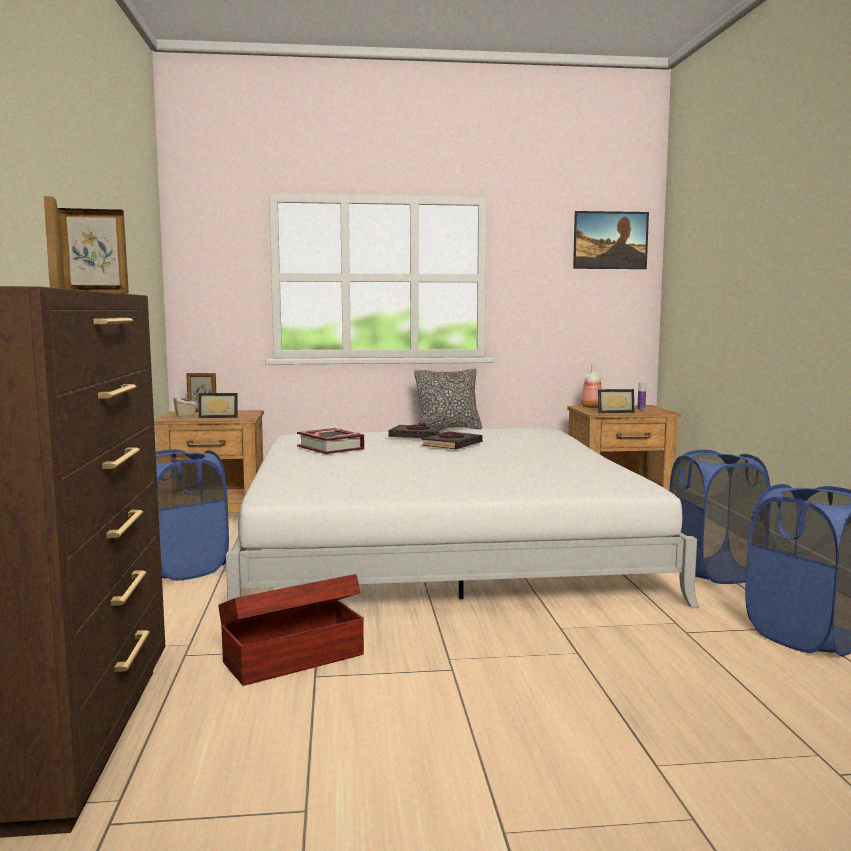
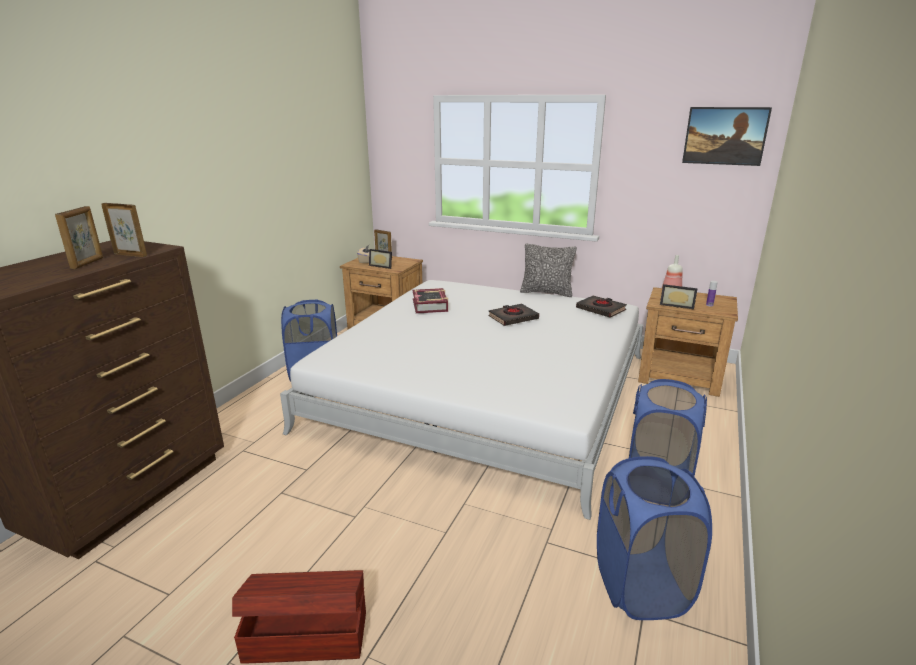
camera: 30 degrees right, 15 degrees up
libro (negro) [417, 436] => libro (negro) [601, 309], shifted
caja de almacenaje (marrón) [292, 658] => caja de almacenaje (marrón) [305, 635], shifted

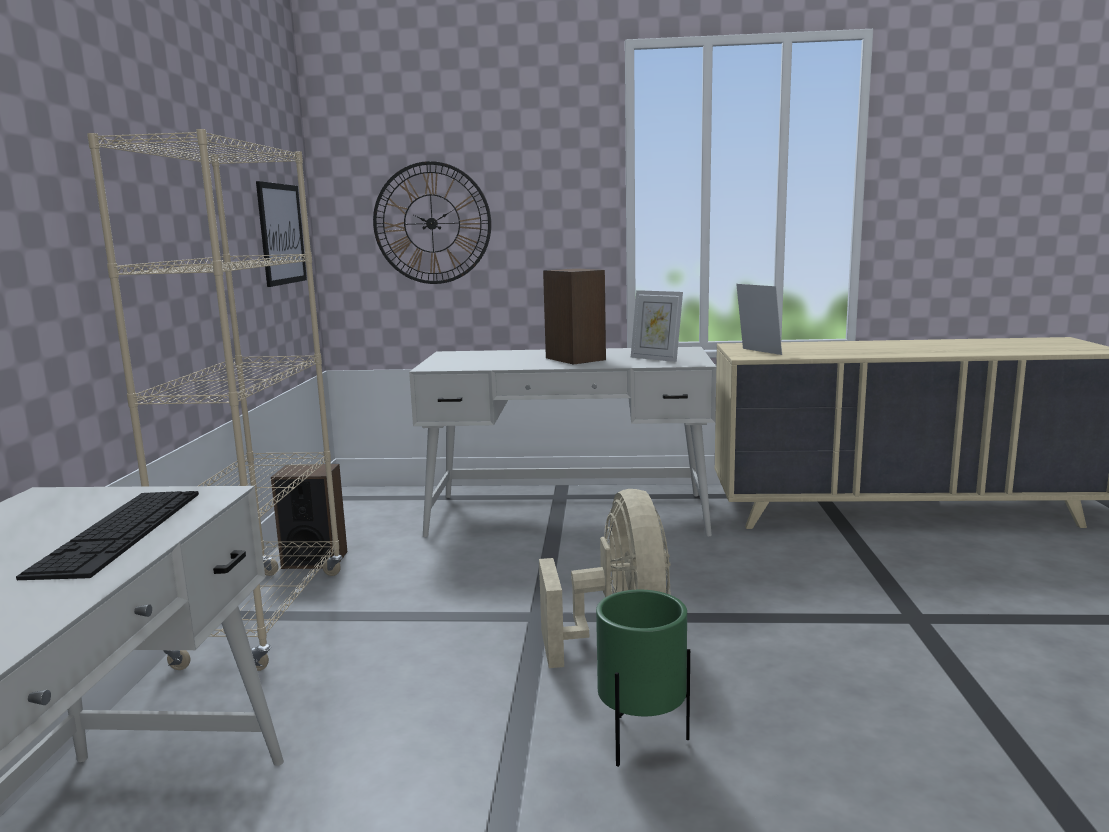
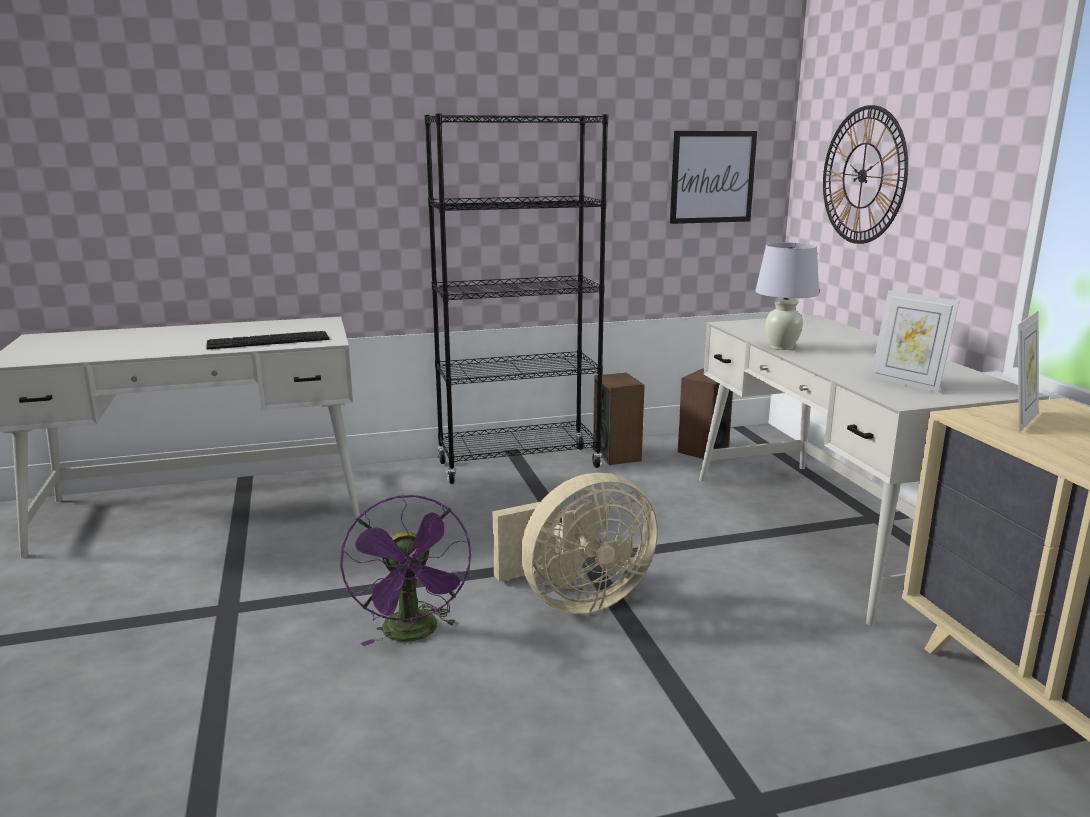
camera: 70 degrees right, 5 degrees up
estantería (beis) [264, 616] => estantería (negro) [519, 465]
altavoz [575, 359] => altavoz [703, 449], shifted
portarretratos [656, 358] => portarretratos [906, 383], 60 degrees counterclockwise
maceta (verde) [641, 740] => ventilador (morado) [414, 634]
nothing => lámpara de mesa (blanco) [781, 347]

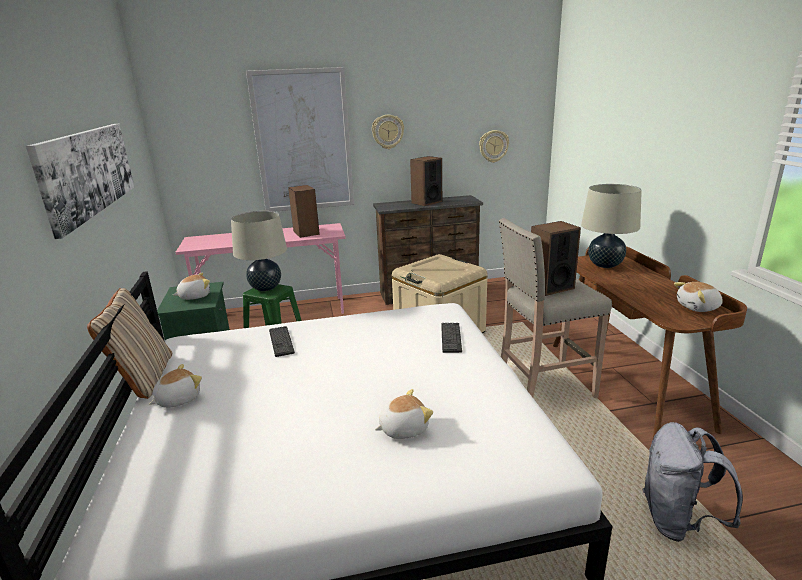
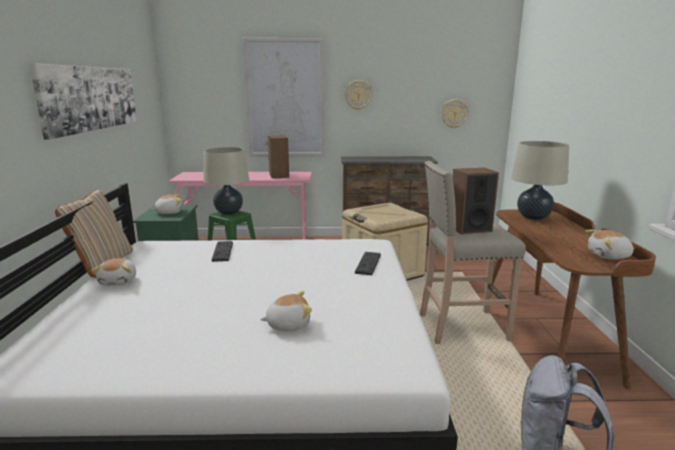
camera: 10 degrees right, 5 degrees down
altavoz [426, 202] => nothing
peluche [177, 399] => peluche [119, 281], 120 degrees clockwise

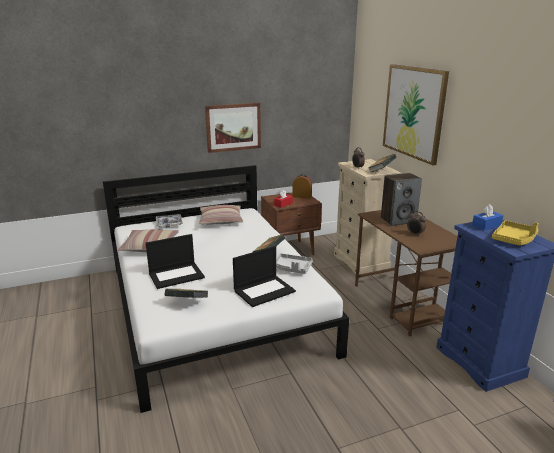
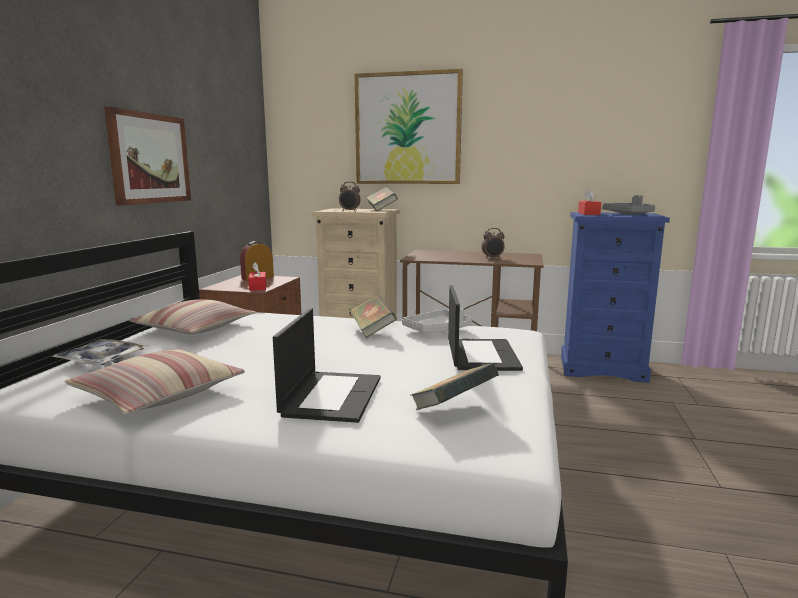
camera: 55 degrees left, 10 degrees down
altavoz [398, 220] => nothing
caja de pañuelos (azul) [486, 225] => caja de pañuelos (rojo) [588, 214]
bandeja (amarillo) [514, 239] => bandeja (gris) [629, 214]

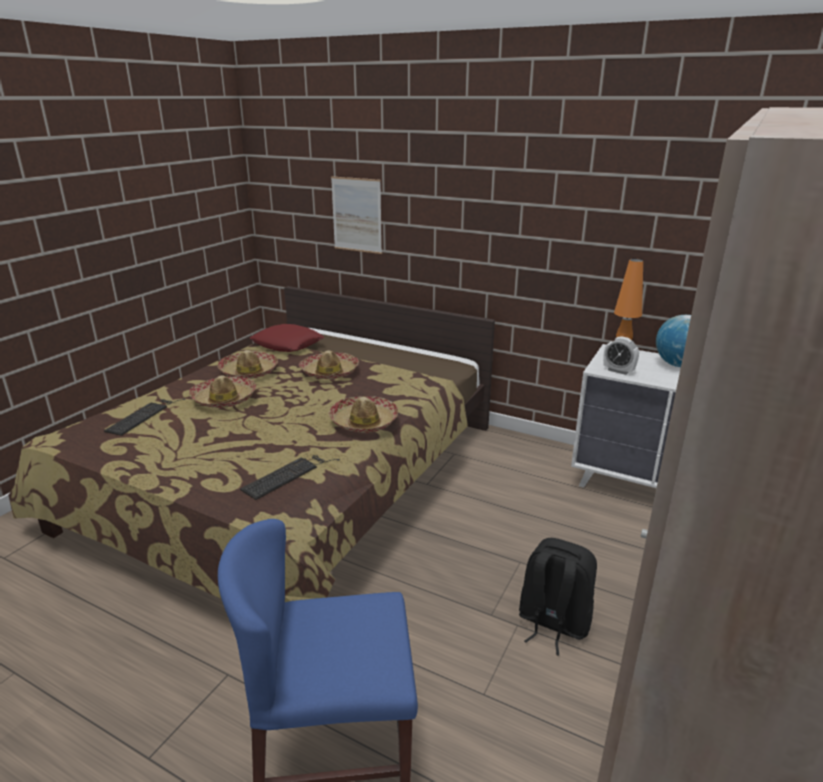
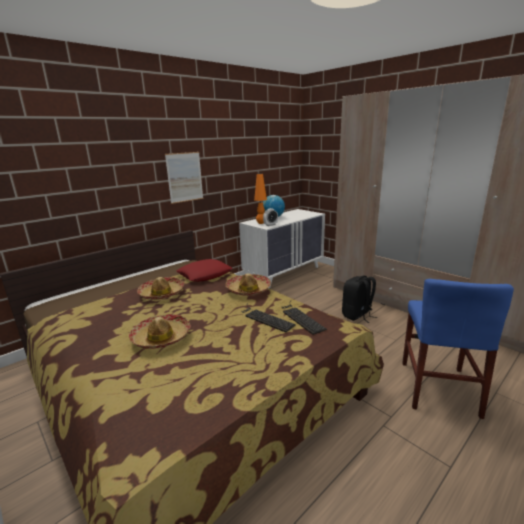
camera: 70 degrees left, 5 degrees down
cuadro [357, 215] => cuadro [185, 177], shifted
cojín (rojo) [287, 344] => cojín (rojo) [205, 275], shifted
sombrero [249, 372] => nothing
teclado [144, 415] => teclado [265, 318], shifted

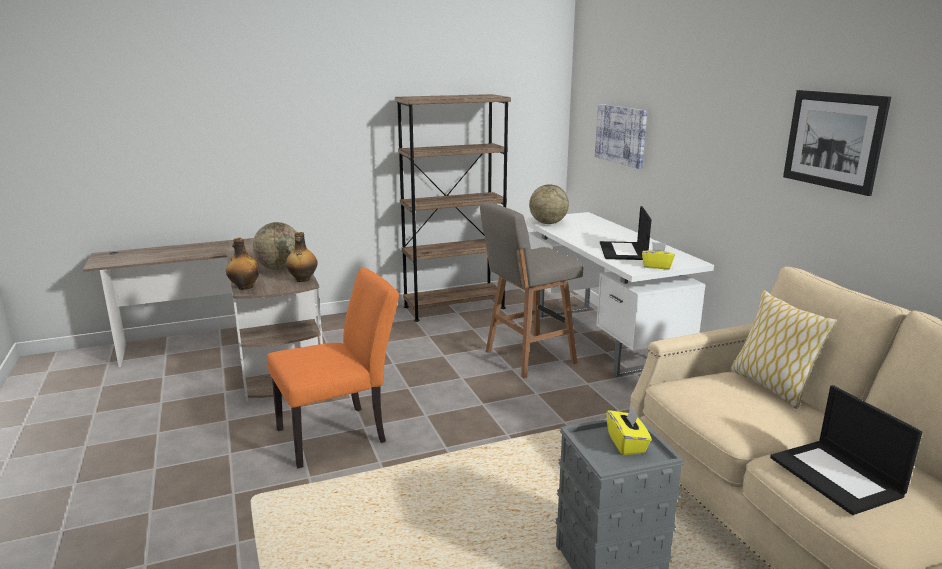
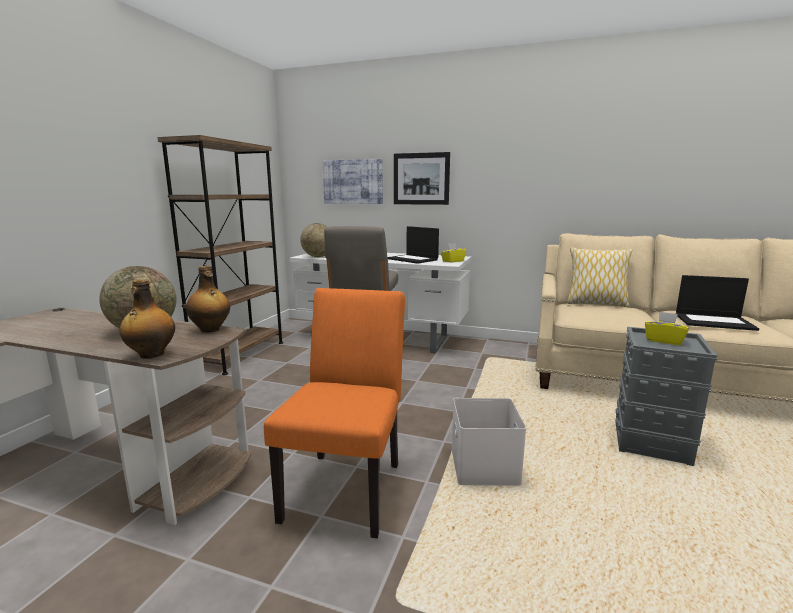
camera: 50 degrees left, 5 degrees down
cuadro [833, 140] => cuadro [421, 179], shifted
nothing => caja de almacenaje (blanco) [482, 466]

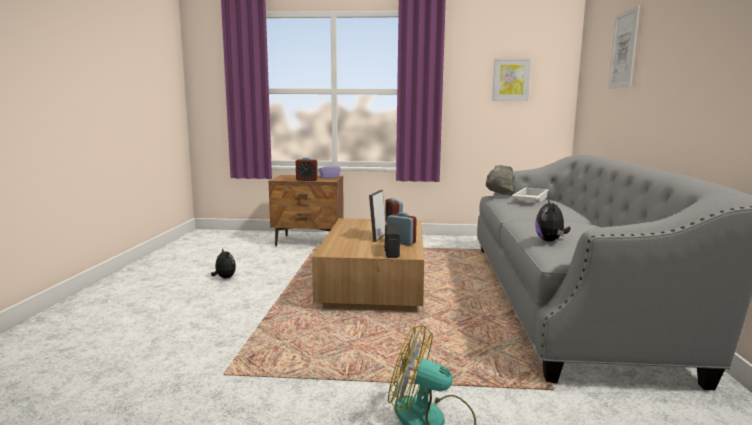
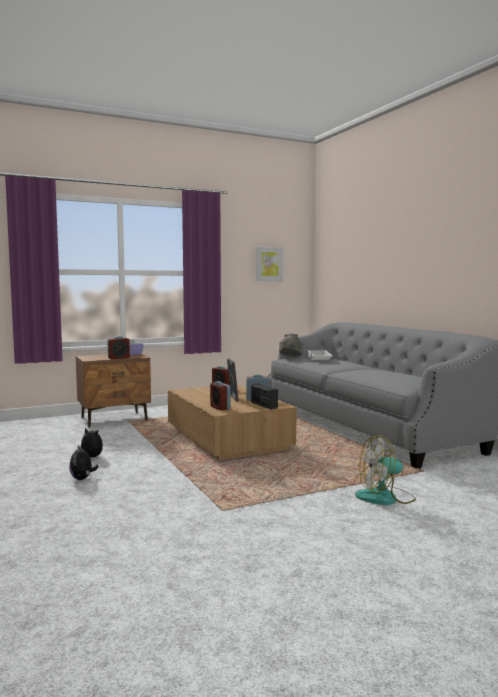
camera: 30 degrees left, 5 degrees down
cuadro [623, 49] => nothing
peluche [550, 241] => peluche [82, 478], shifted
nothing => despertador [220, 408]

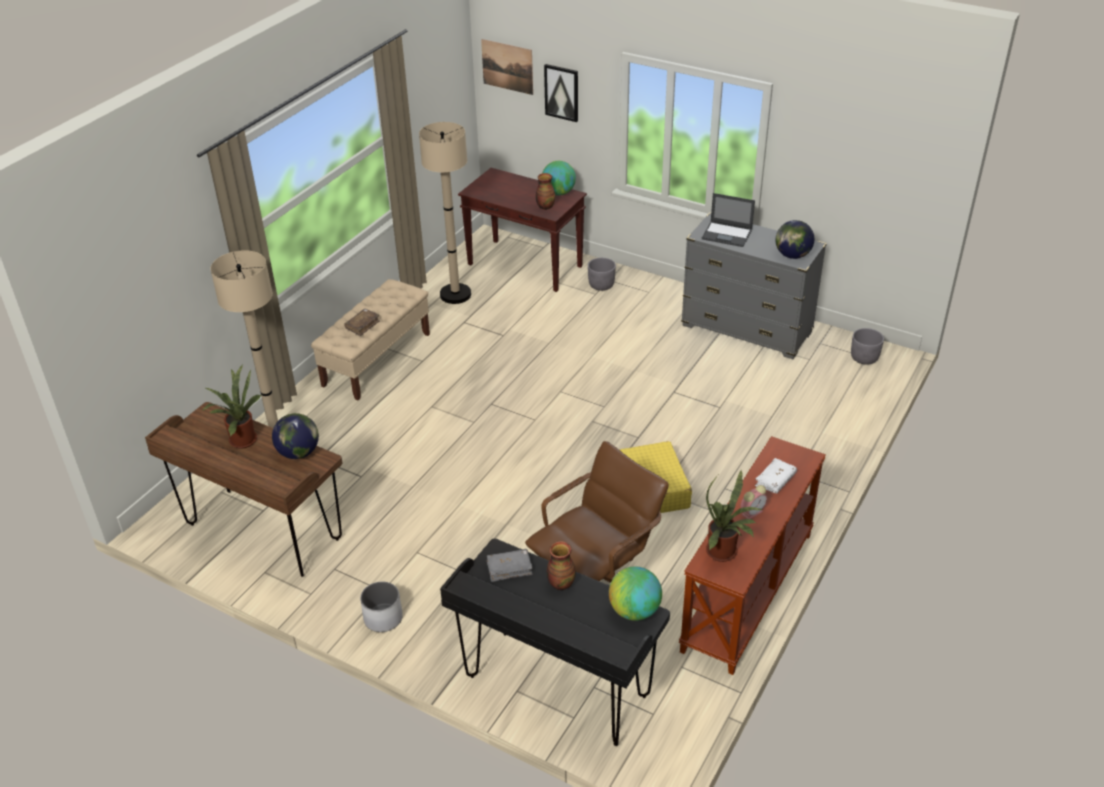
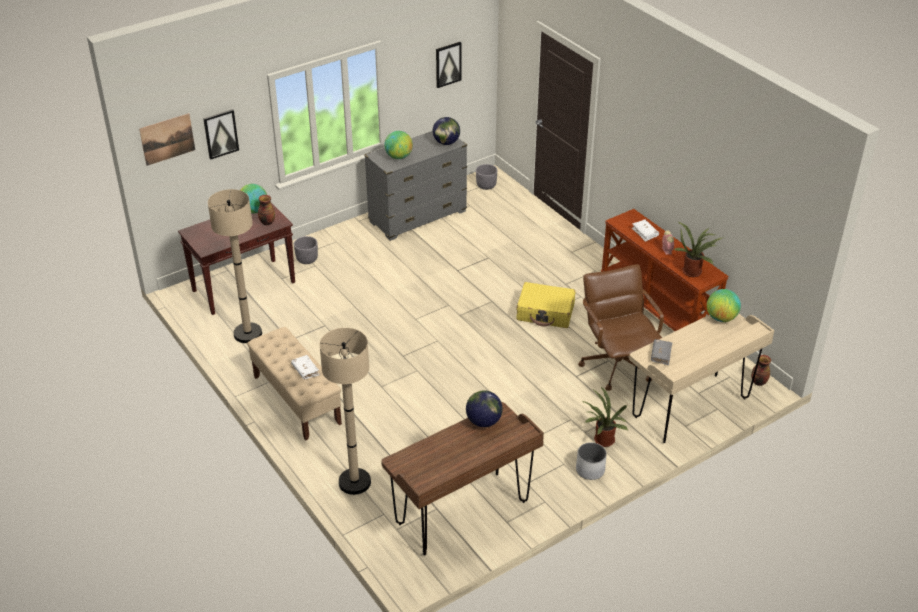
camera: 65 degrees left, 0 degrees up
portátil [727, 234] => globo terráqueo [399, 157]
libro (marrón) [362, 325] => libro (blanco) [305, 370]
planta en maceta [241, 439] => planta en maceta [602, 441], shifted
escritorio (negro) [556, 687] => escritorio (beis) [691, 408]
florero [560, 583] => florero [758, 382], shifted
nothing => cuadro [448, 64]

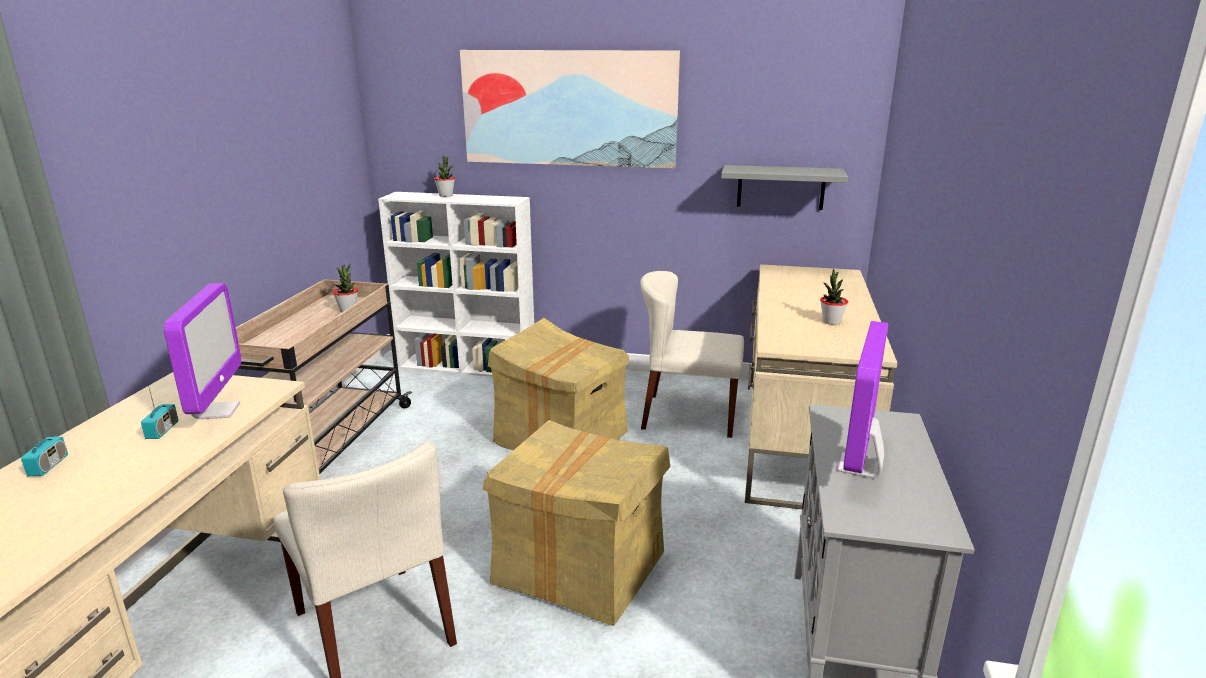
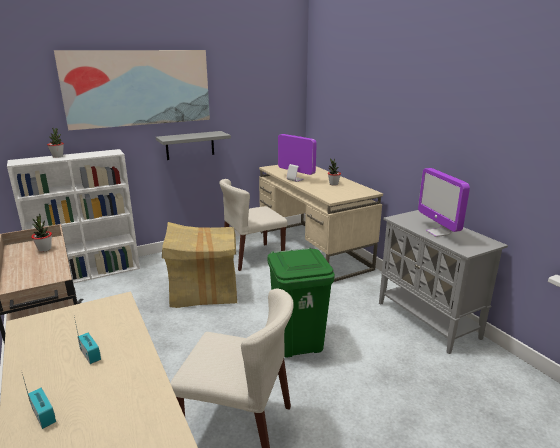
camera: 40 degrees left, 0 degrees up
estante (gris) [781, 187] => estante (gris) [190, 145], shifted
monitor [216, 411] => monitor [295, 180], shifted
caja de cartón [580, 569] => papelera (verde) [298, 343]

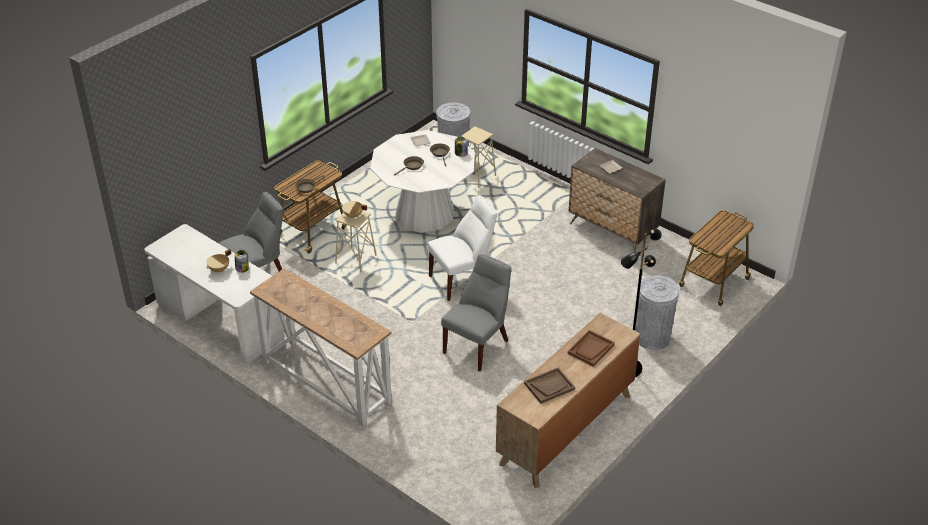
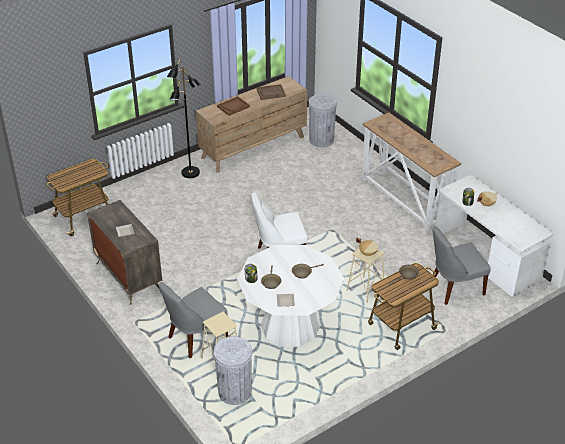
camera: 165 degrees left, 0 degrees up
silla (gris) [478, 345] => silla (gris) [195, 338], shifted
papelera (gris) [652, 337] => papelera (gris) [321, 140], shifted

